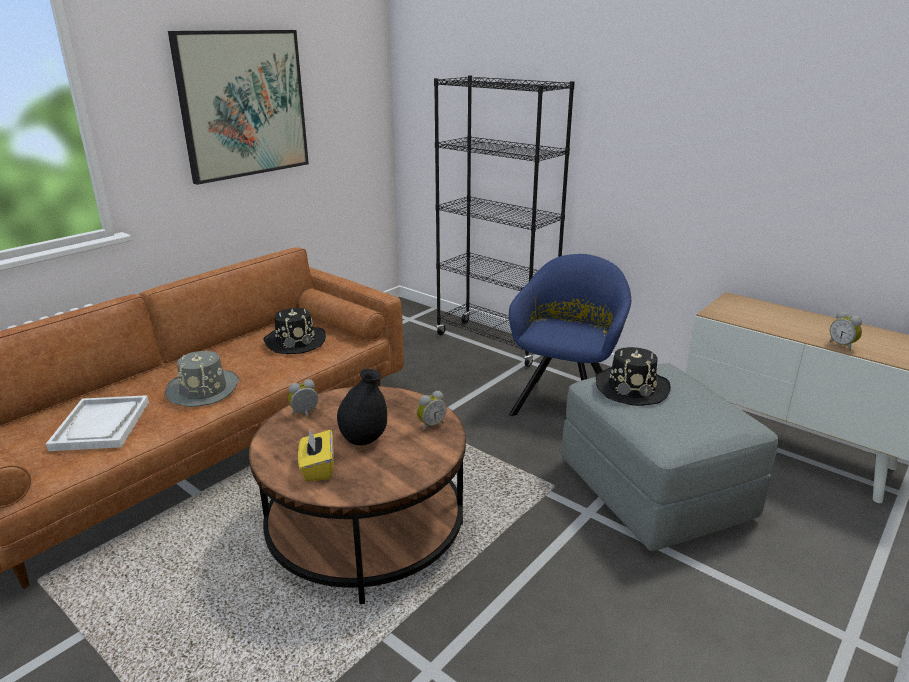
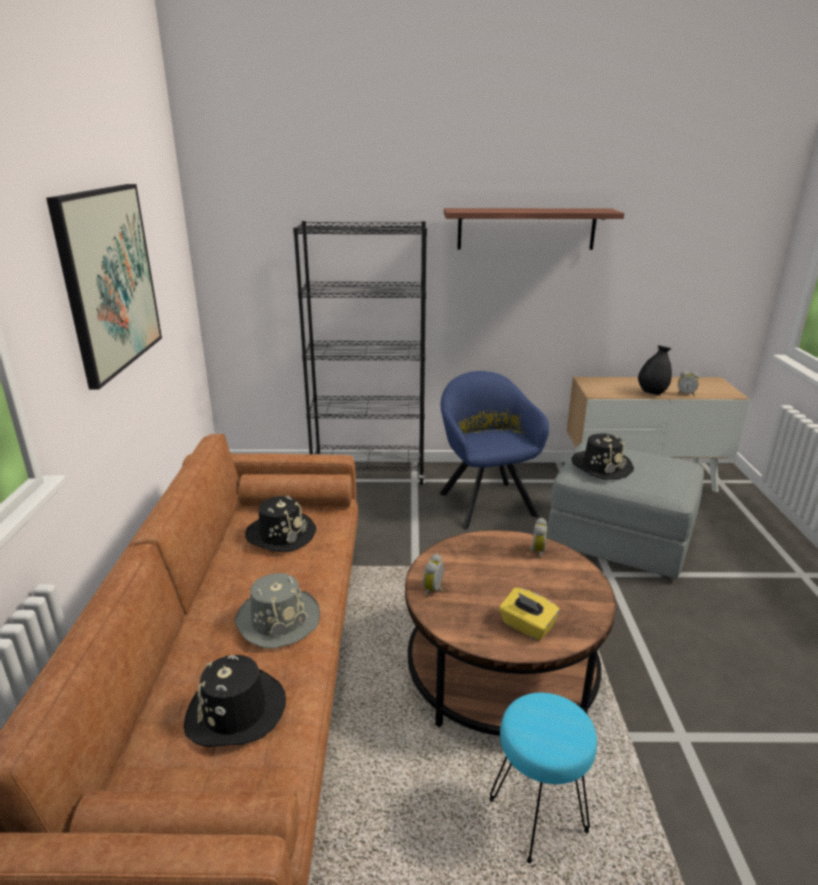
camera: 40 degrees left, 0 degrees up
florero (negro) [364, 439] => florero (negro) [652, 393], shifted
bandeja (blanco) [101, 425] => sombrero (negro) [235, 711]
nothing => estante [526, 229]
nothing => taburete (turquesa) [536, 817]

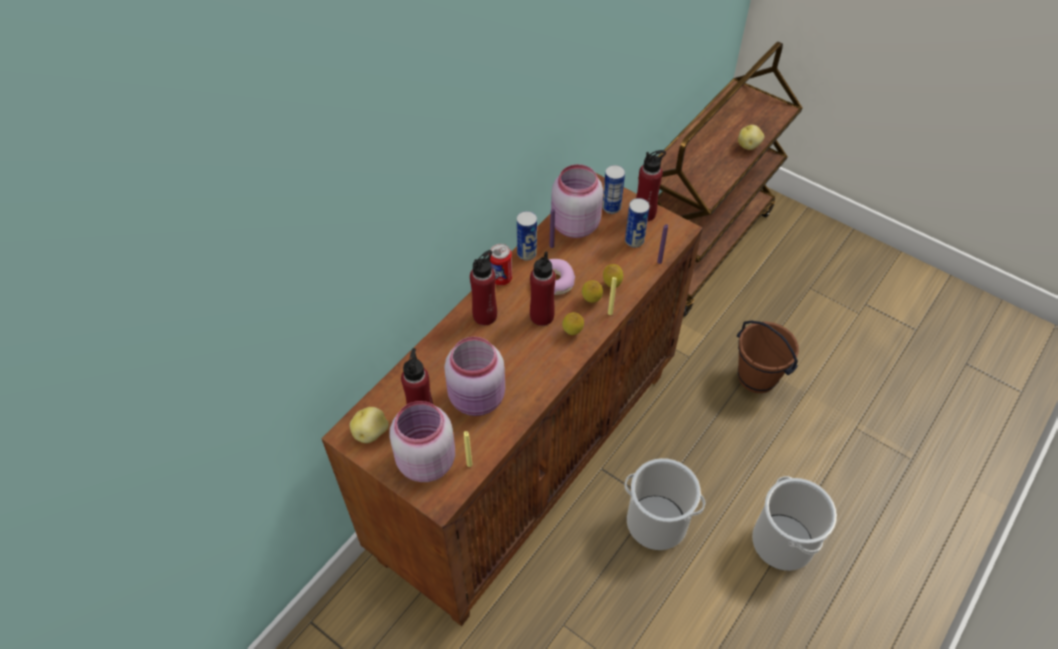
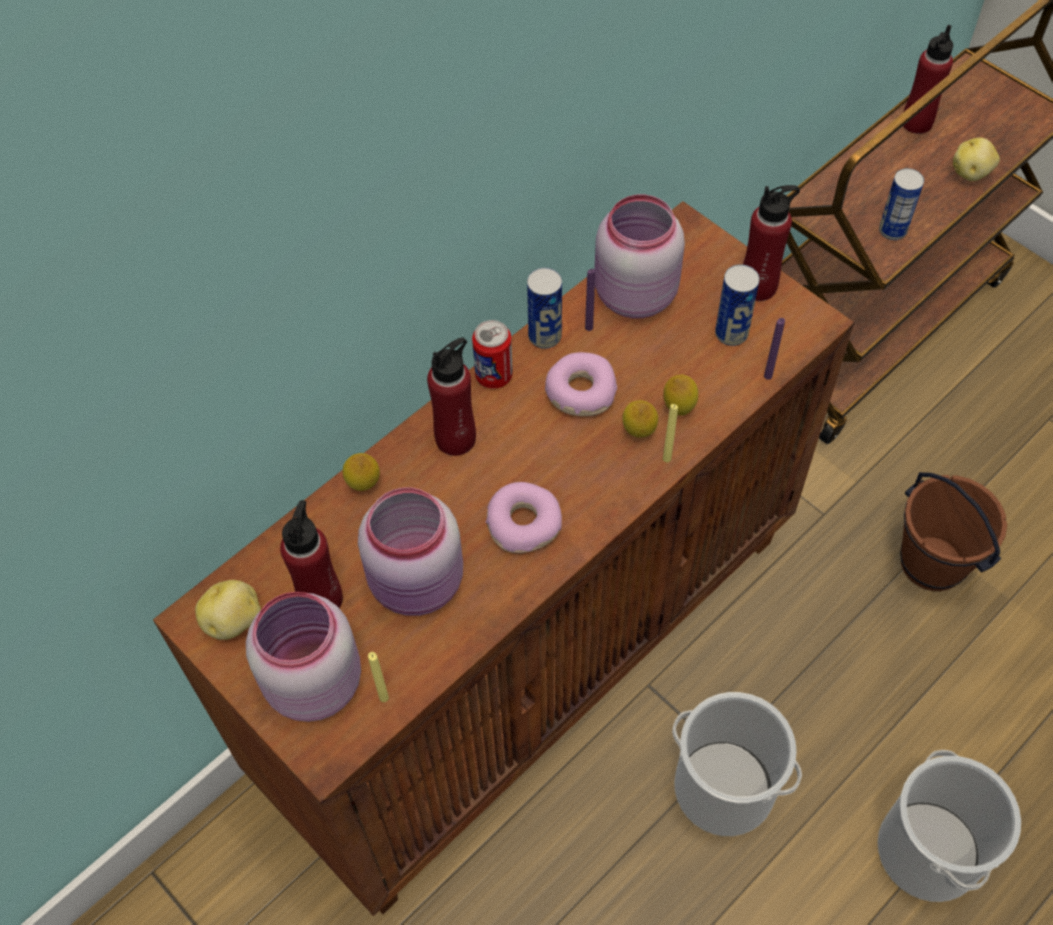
camera: 10 degrees right, 5 degrees up
lata [611, 207] => lata [892, 230], shifted
botella (rojo) [541, 316] => botella (rojo) [916, 123], shifted
limón [572, 333] => limón [364, 485], shifted
nothing => rosquilla [524, 523]

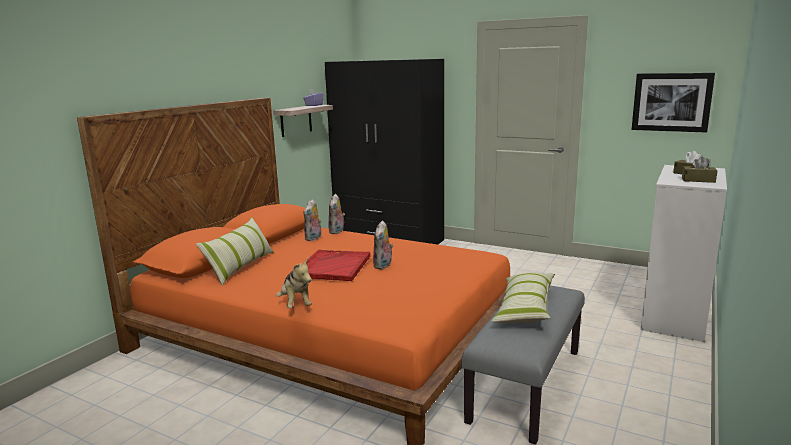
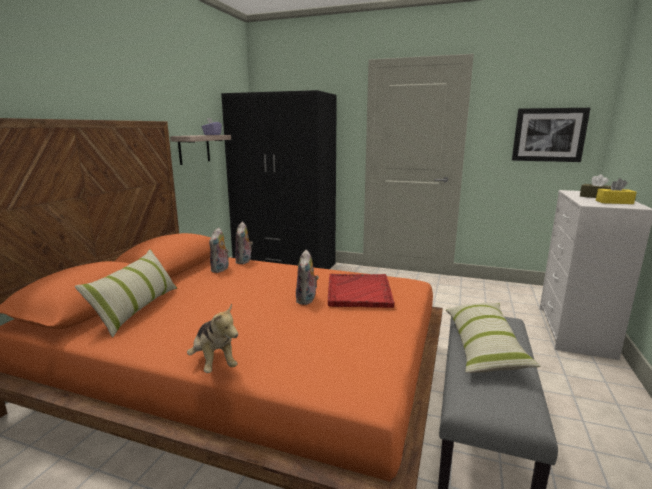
camera: 10 degrees left, 0 degrees up
caja de pañuelos (marrón) [698, 180] => caja de pañuelos (amarillo) [614, 202]
bandeja (rojo) [333, 267] => bandeja (rojo) [359, 292], shifted

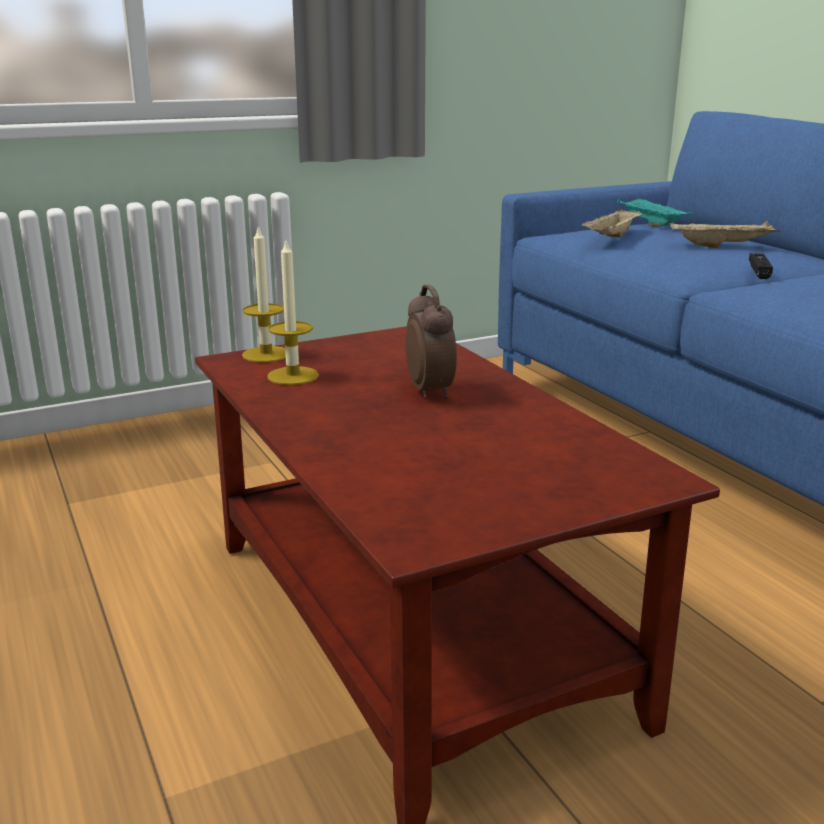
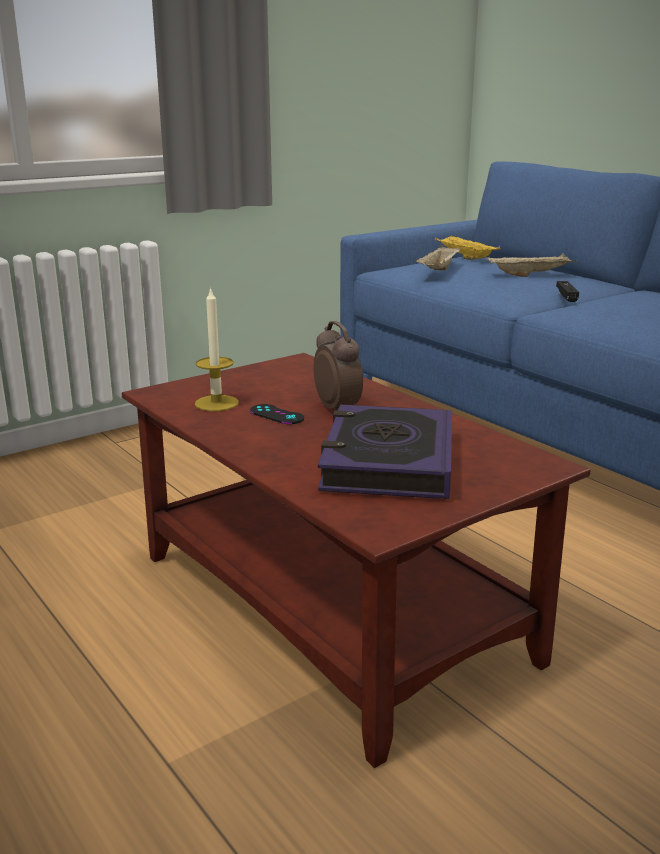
camera: 10 degrees left, 0 degrees up
bandeja (turquesa) [650, 224] => bandeja (amarillo) [464, 257]
vela [266, 354] => nothing
nothing => mando de consola (negro) [276, 414]
nothing => libro [388, 462]

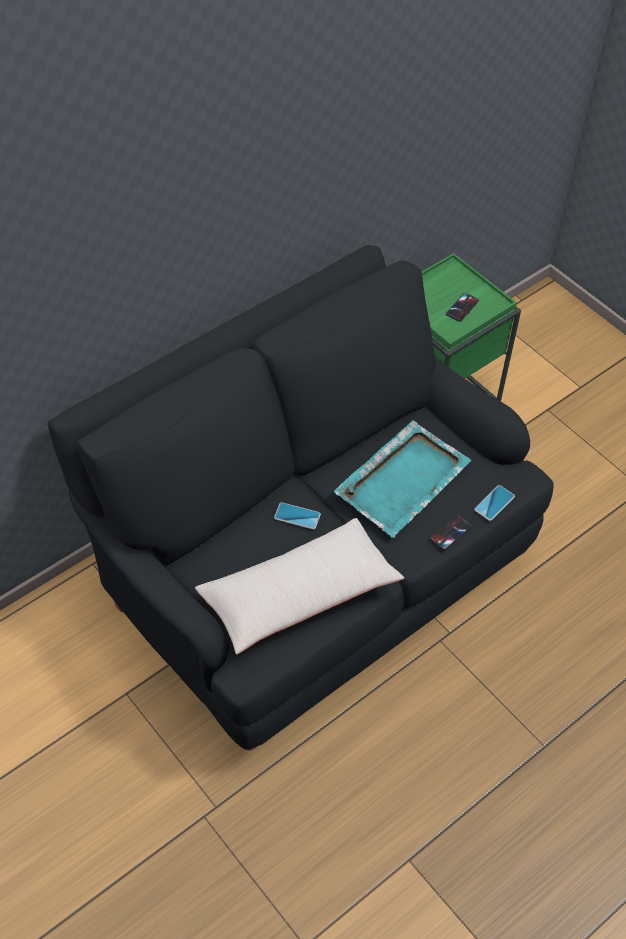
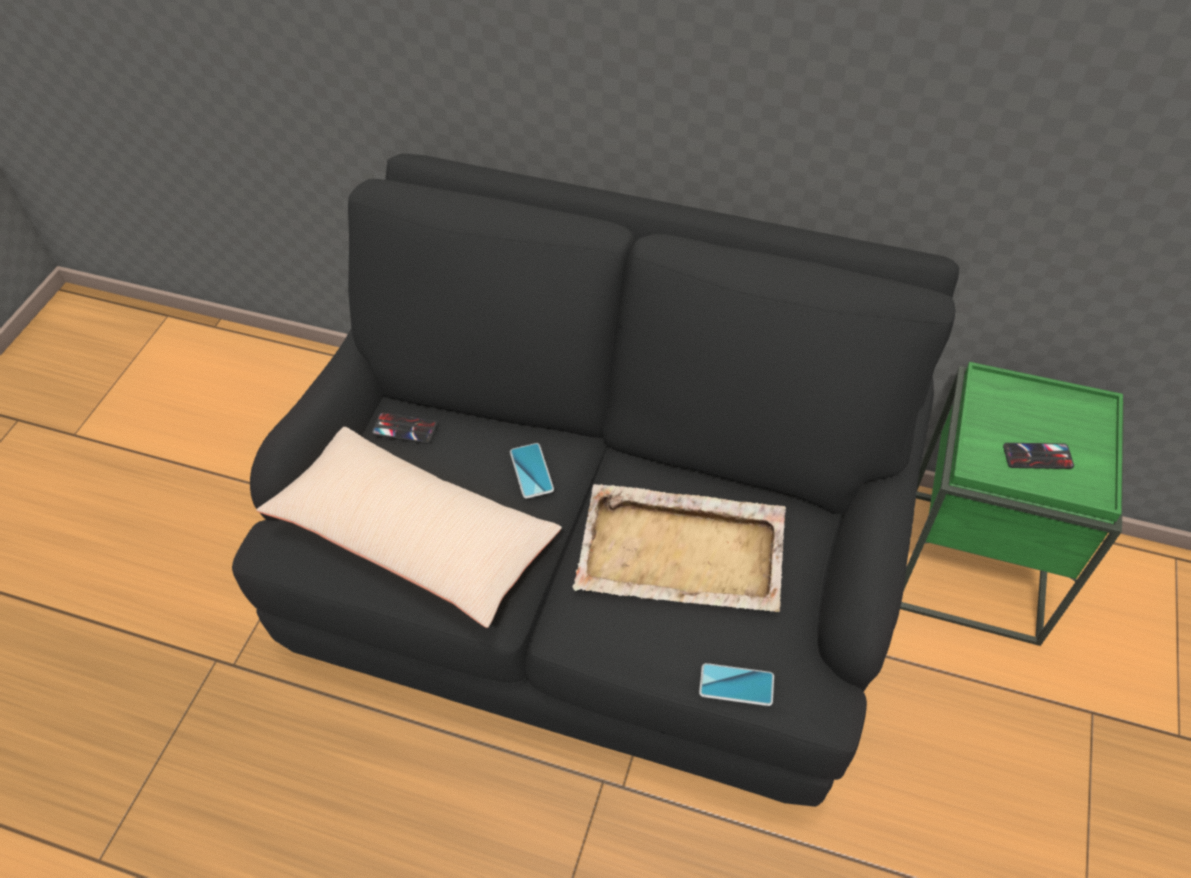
camera: 60 degrees right, 0 degrees up
bandeja (turquesa) [403, 480] => bandeja (beis) [683, 552]
móvil [451, 532] => móvil [405, 428], shifted

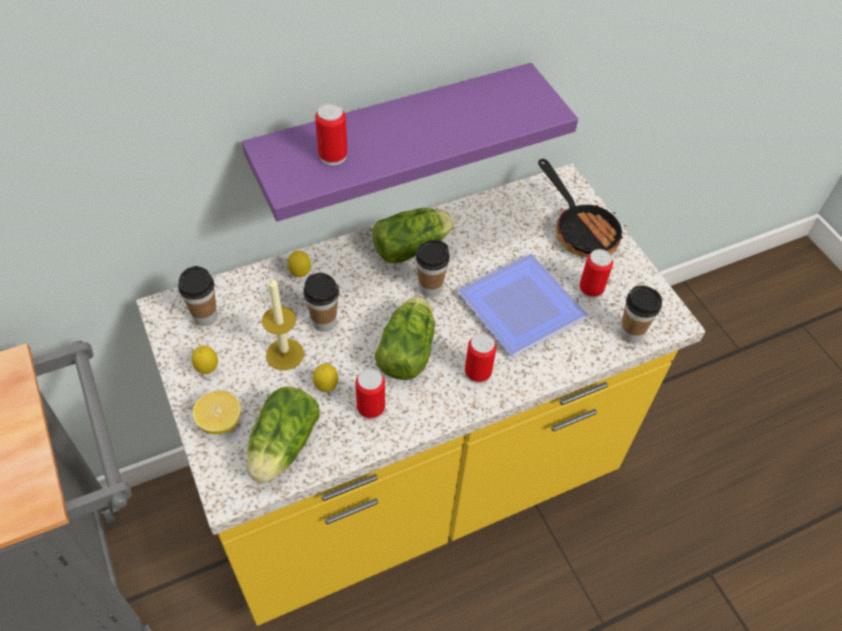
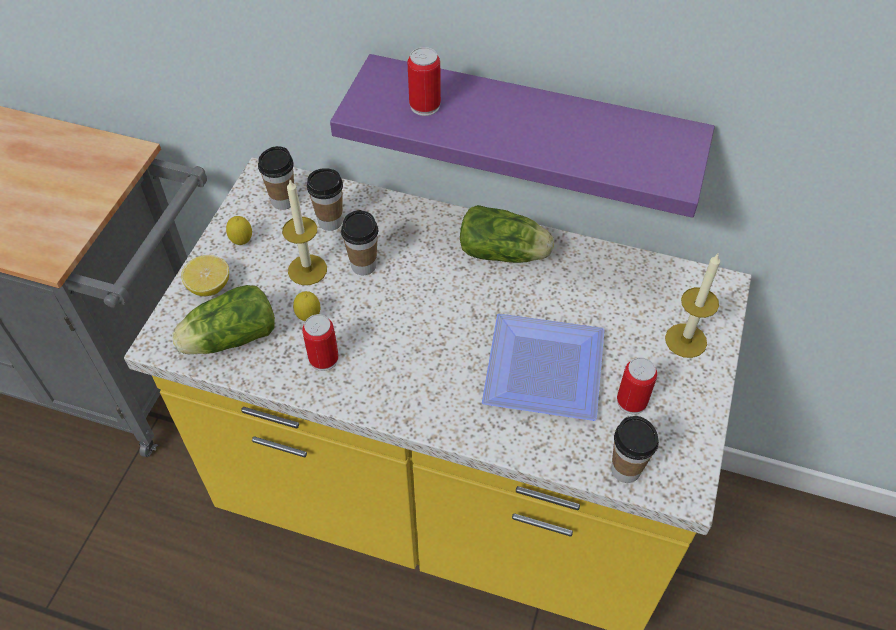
camera: 45 degrees right, 0 degrees up
sartén [580, 229] => vela [686, 340]
taza [430, 288] => taza [330, 221], shifted
limón [300, 274] => nothing
lechuga [408, 348] => nothing
lata [478, 372] => nothing

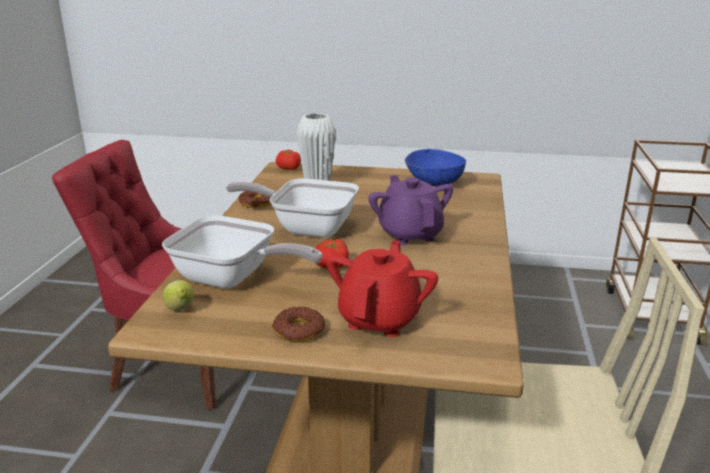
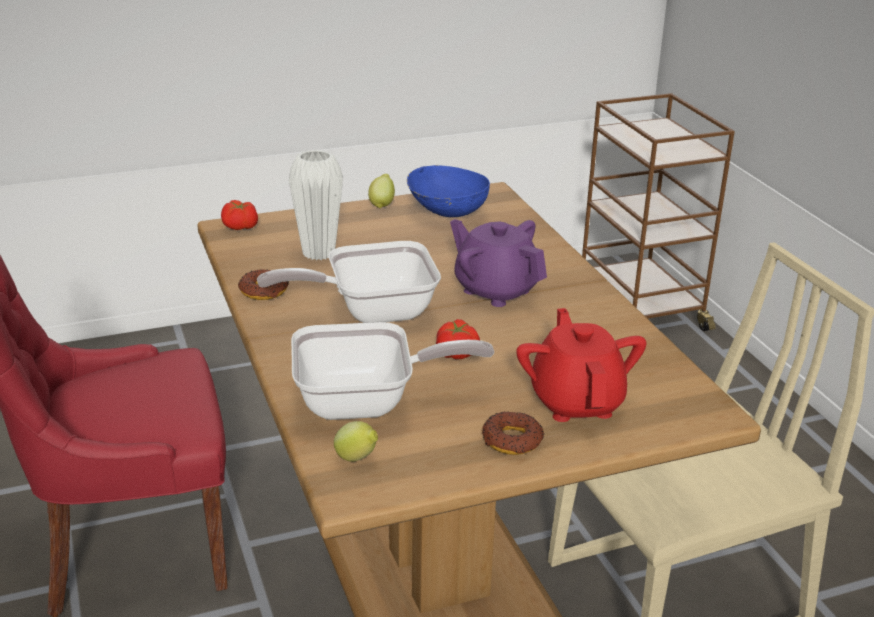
camera: 30 degrees left, 5 degrees up
nothing => limón [382, 204]

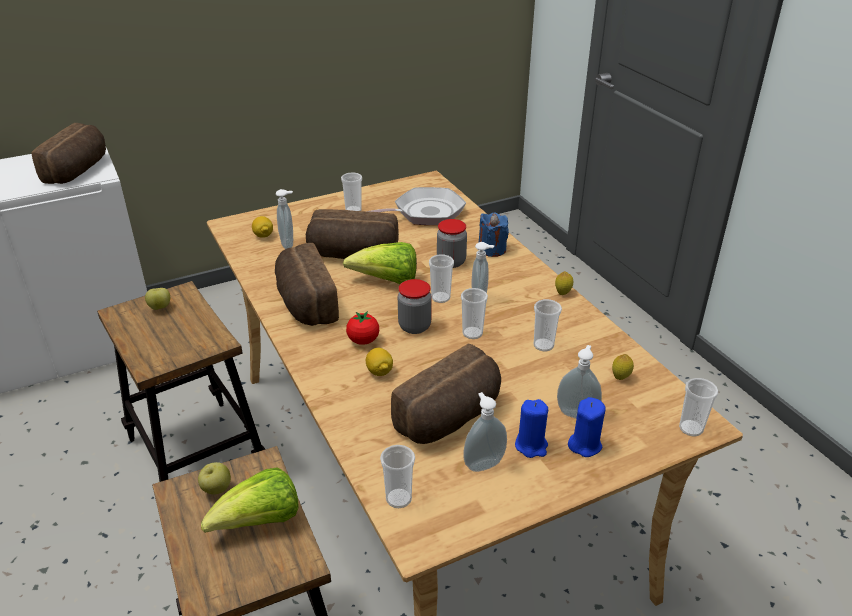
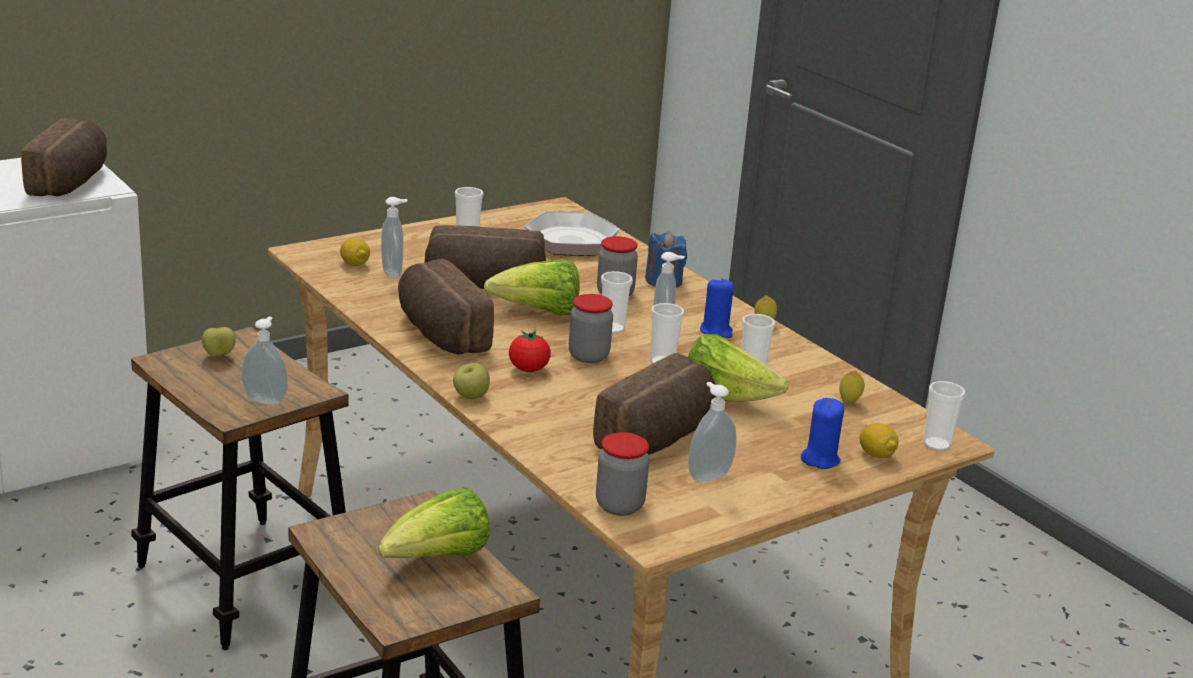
camera: 10 degrees left, 10 degrees down
dispensador de jabón [577, 413] => dispensador de jabón [266, 399], shifted
limón [379, 371] => limón [876, 455], shifted
vela (azul) [531, 445] => vela (azul) [716, 331], shifted
taza [398, 498] => tarro [619, 506]
manzana [216, 489] => manzana [470, 397], shifted
nothing => lechuga [725, 399]

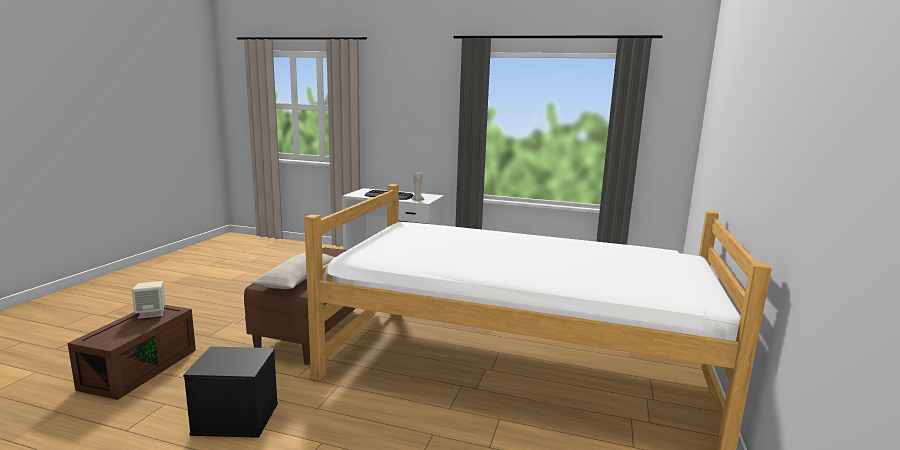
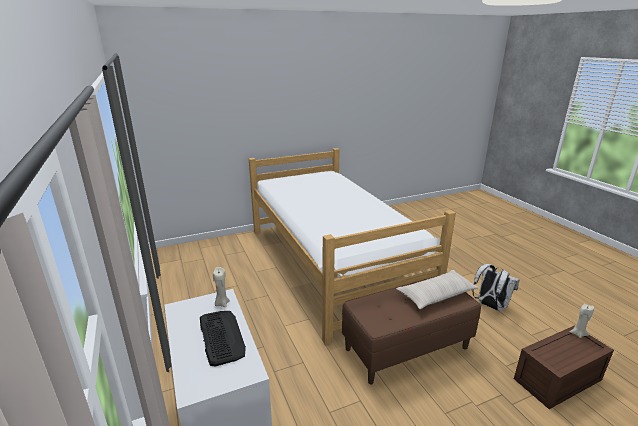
camera: 130 degrees left, 10 degrees up
altavoz (beis) [151, 313] => nothing
caja de almacenaje (negro) [237, 418] => mochila (blanco) [490, 305]
nothing => vela (beis) [578, 334]

